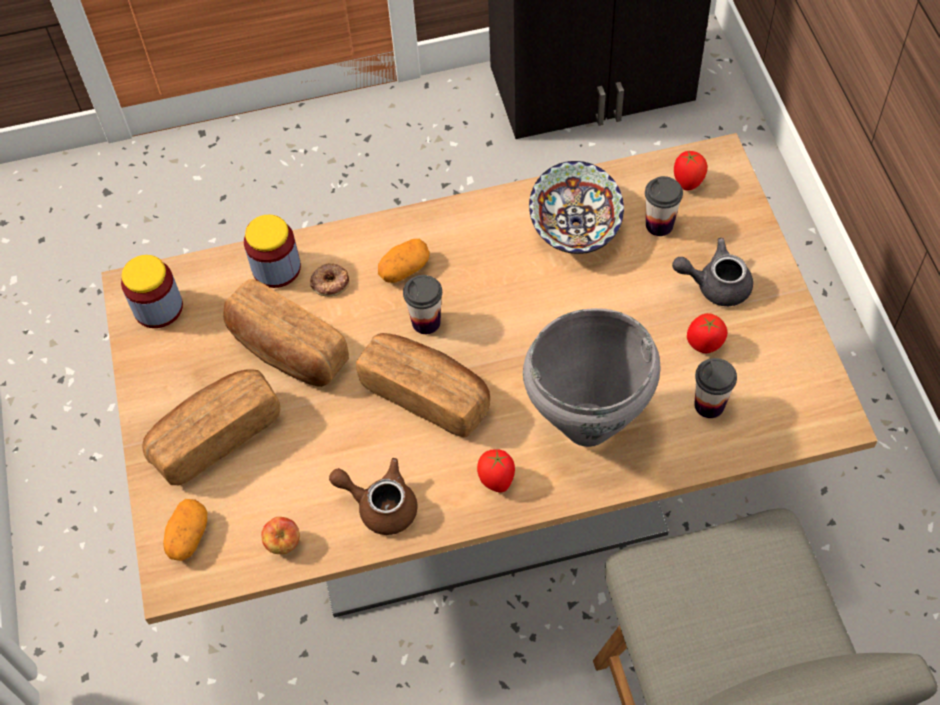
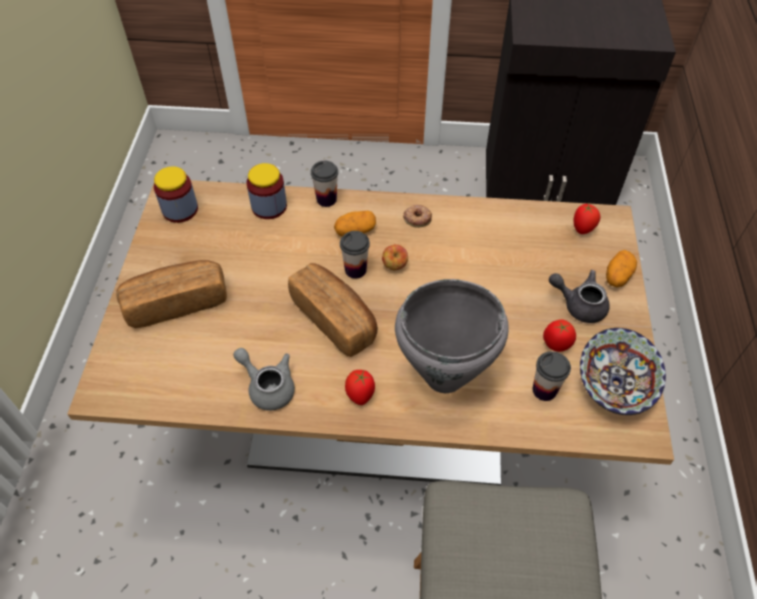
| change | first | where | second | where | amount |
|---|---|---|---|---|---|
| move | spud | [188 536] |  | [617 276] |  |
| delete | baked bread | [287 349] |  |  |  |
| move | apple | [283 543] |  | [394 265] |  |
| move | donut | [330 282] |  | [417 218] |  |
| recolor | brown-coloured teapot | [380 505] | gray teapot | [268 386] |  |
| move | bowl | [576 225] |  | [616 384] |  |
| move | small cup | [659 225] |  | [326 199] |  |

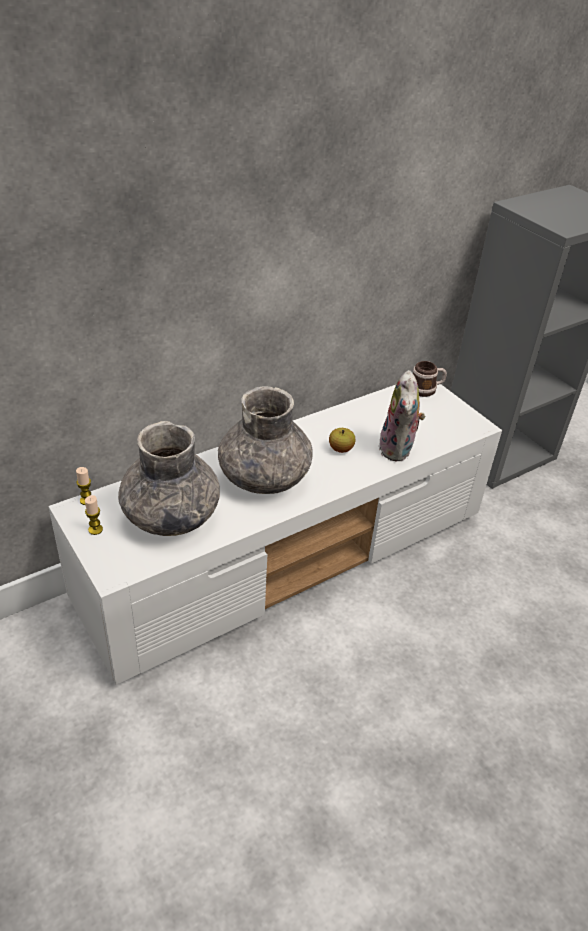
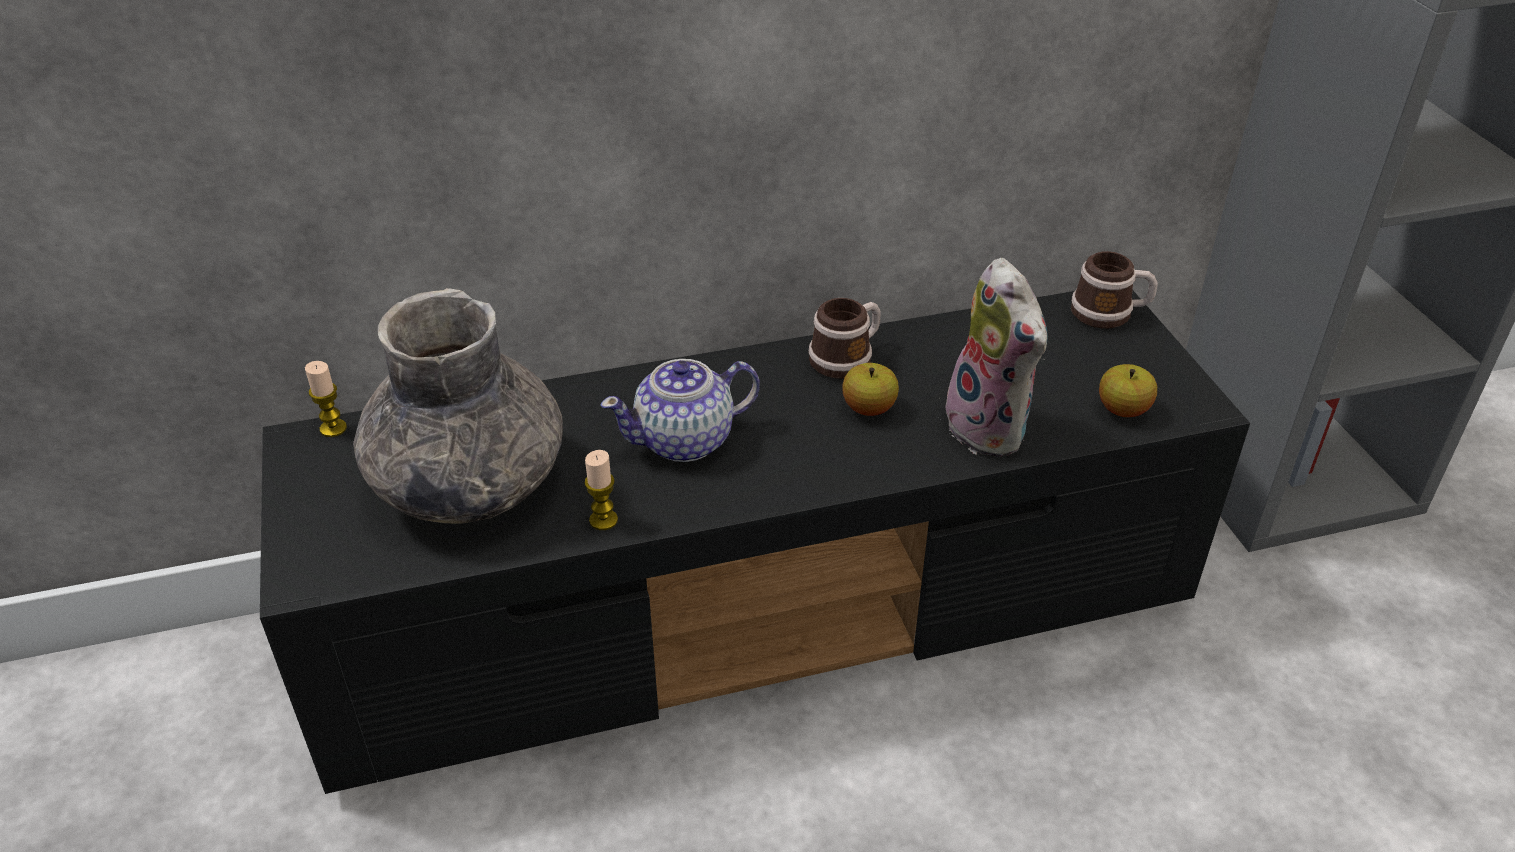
| change | first | where | second | where | amount |
|---|---|---|---|---|---|
| recolor | whitish tv unit | [289 554] | black tv unit | [762 609] |  |
| move | wax candle | [95 529] |  | [603 520] |  |
| replace | gray flower vase | [264 477] | teapot | [686 440] |  |
| rotate | soft toy | [398 449] |  | [992 428] | 45 degrees counterclockwise |
| insert |  |  | tea mug | [847 357] |  |
| insert |  |  | apple | [1123 410] |  |

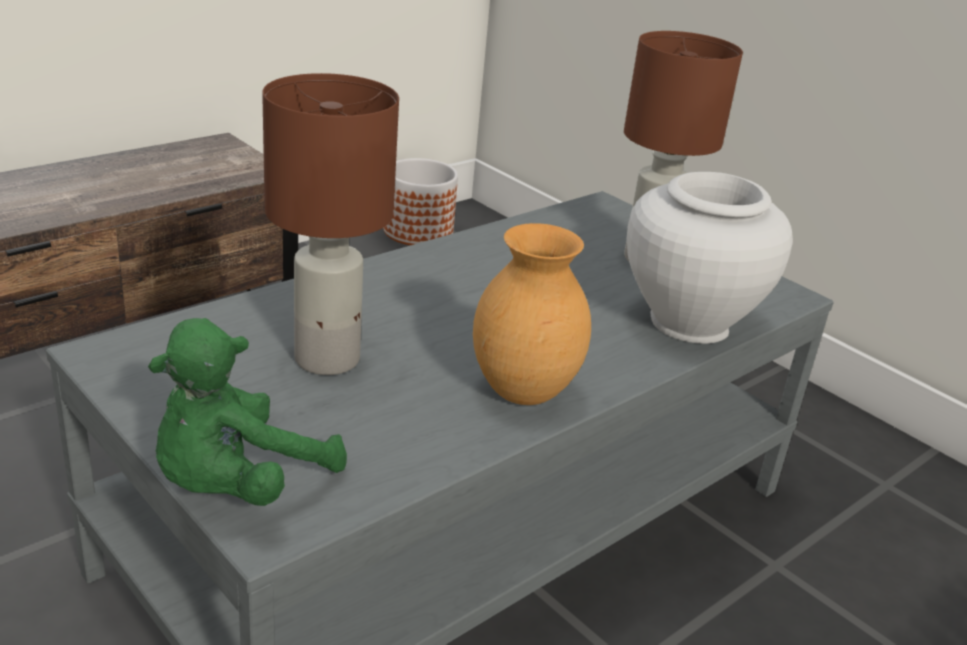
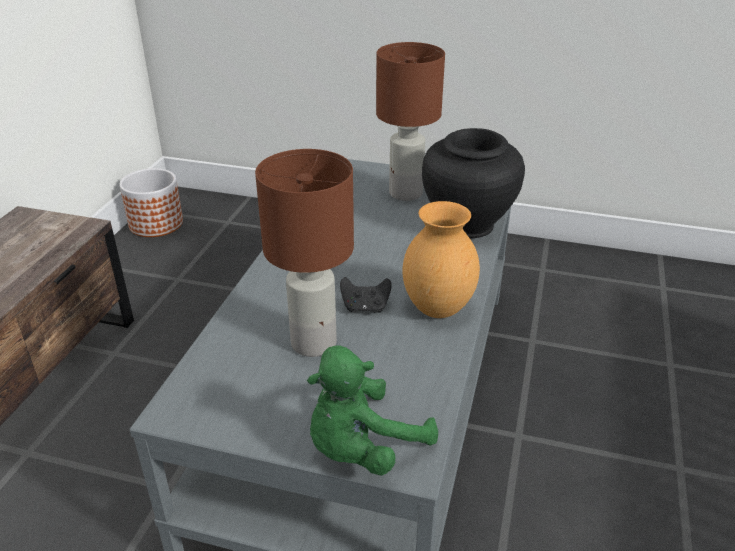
| change | first | where | second | where | amount |
|---|---|---|---|---|---|
| rotate | green soft toy | [237 485] |  | [363 448] | 45 degrees clockwise |
| recolor | whitish flower vase | [688 323] | black flower vase | [467 225] |  |
| insert |  |  | black game controller | [365 307] |  |

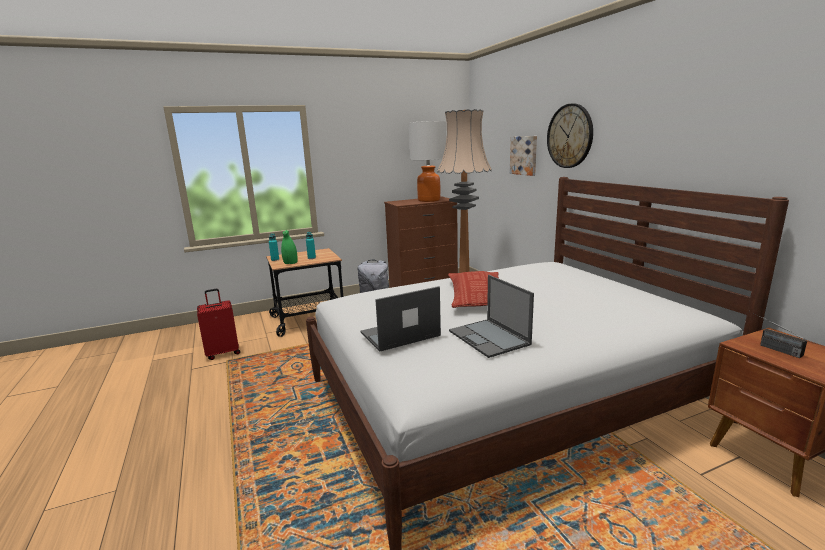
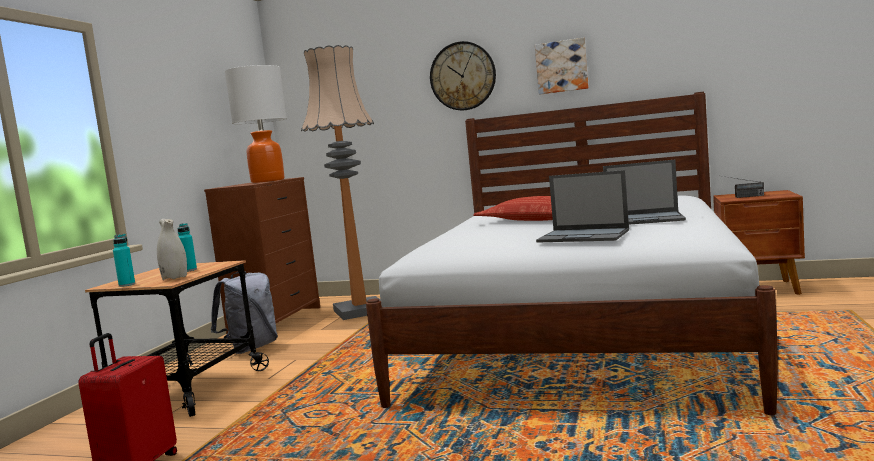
| change | first | where | second | where | amount |
|---|---|---|---|---|---|
| recolor | green flower vase | [290 263] | whitish flower vase | [175 278] |  |
| rotate | portable computer | [399 334] |  | [584 236] | 75 degrees counterclockwise |
| move | picture | [524 155] |  | [561 66] |  |

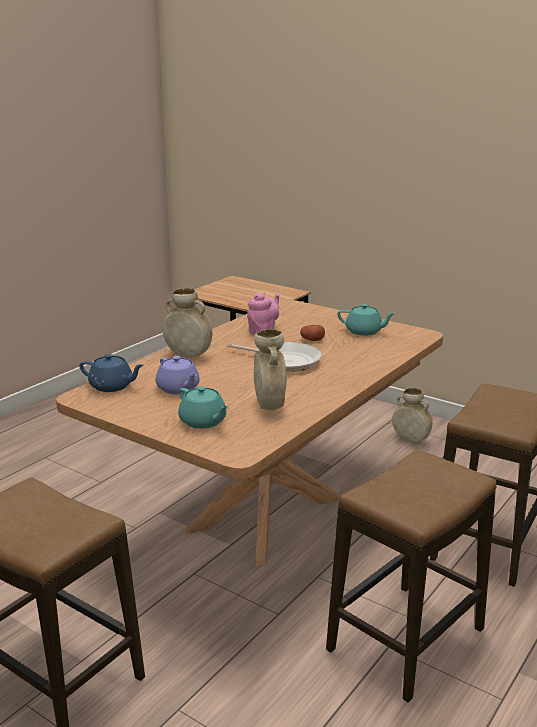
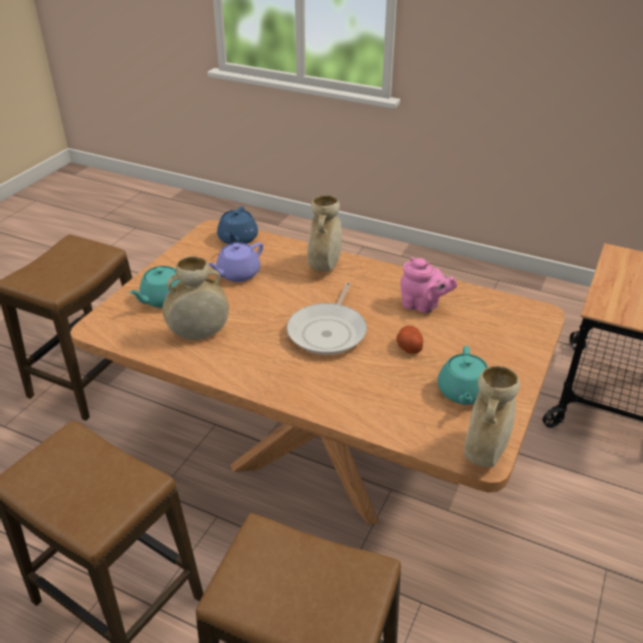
| change | first | where | second | where | amount |
|---|---|---|---|---|---|
| move | beige flower vase | [411 440] |  | [485 454] |  |

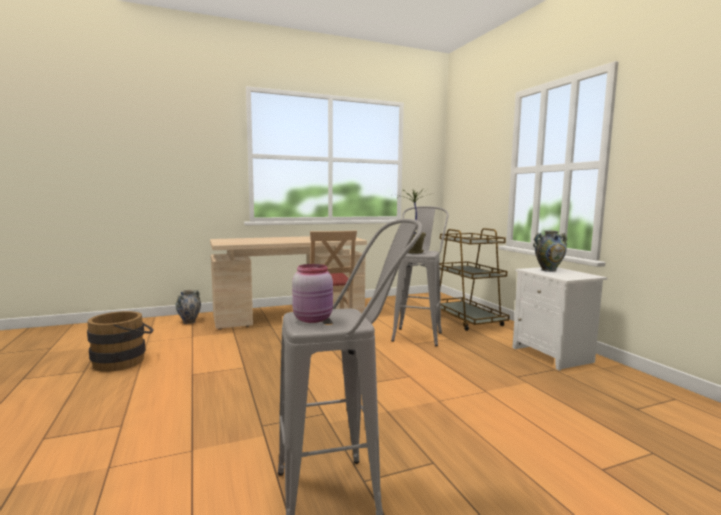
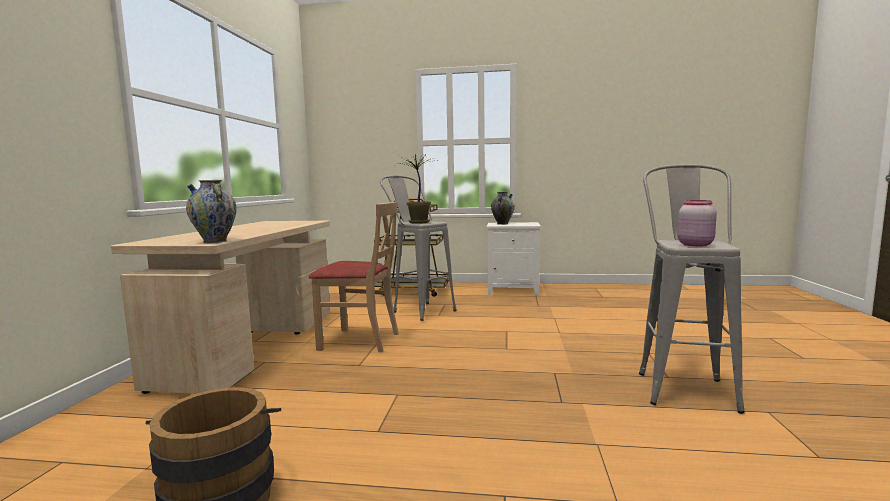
| change | first | where | second | where | amount |
|---|---|---|---|---|---|
| move | flower vase | [189 322] |  | [215 241] |  |

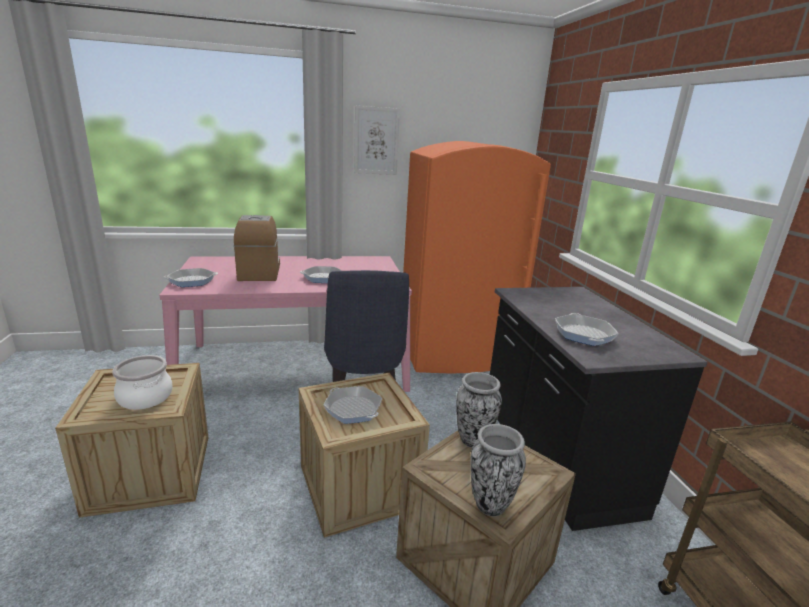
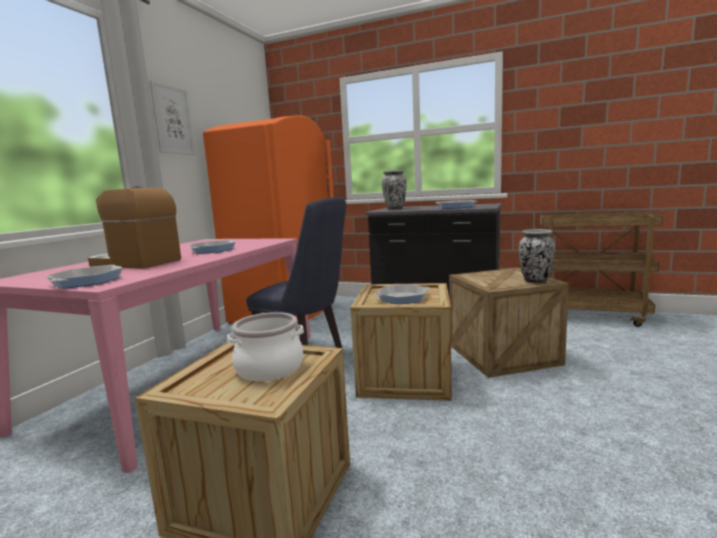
| change | first | where | second | where | amount |
|---|---|---|---|---|---|
| move | flower vase | [473 440] |  | [395 209] |  |

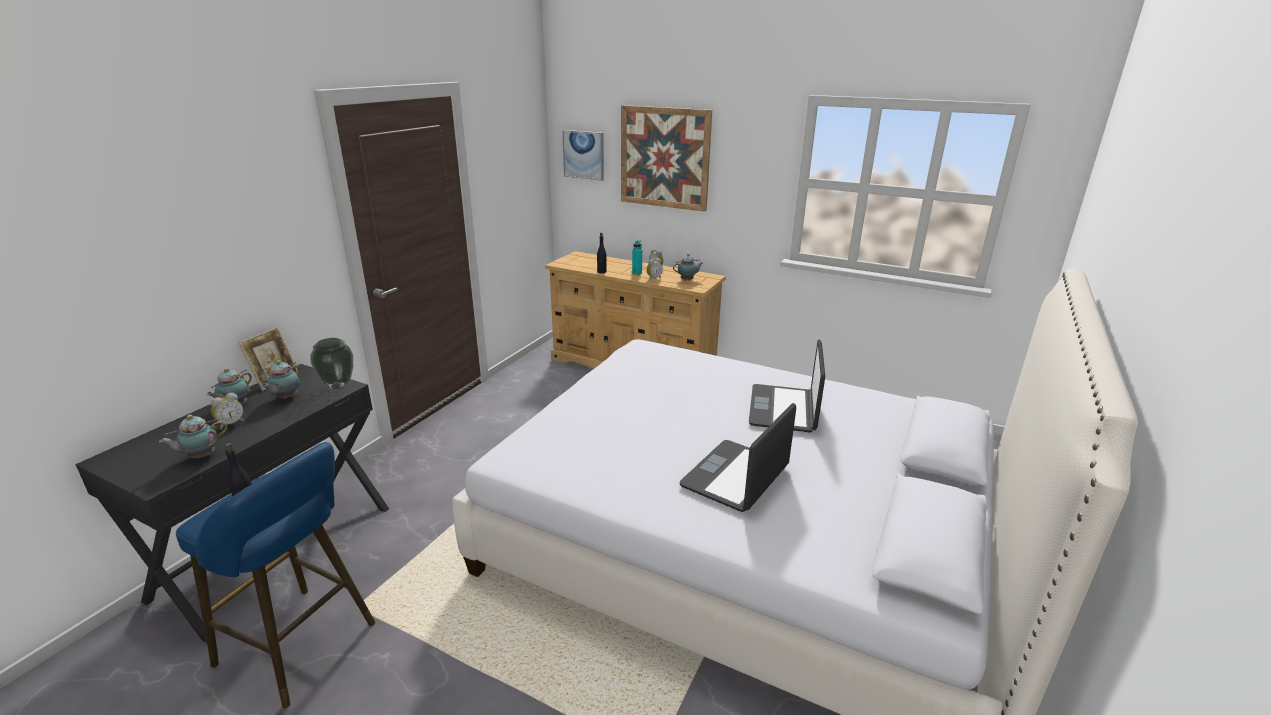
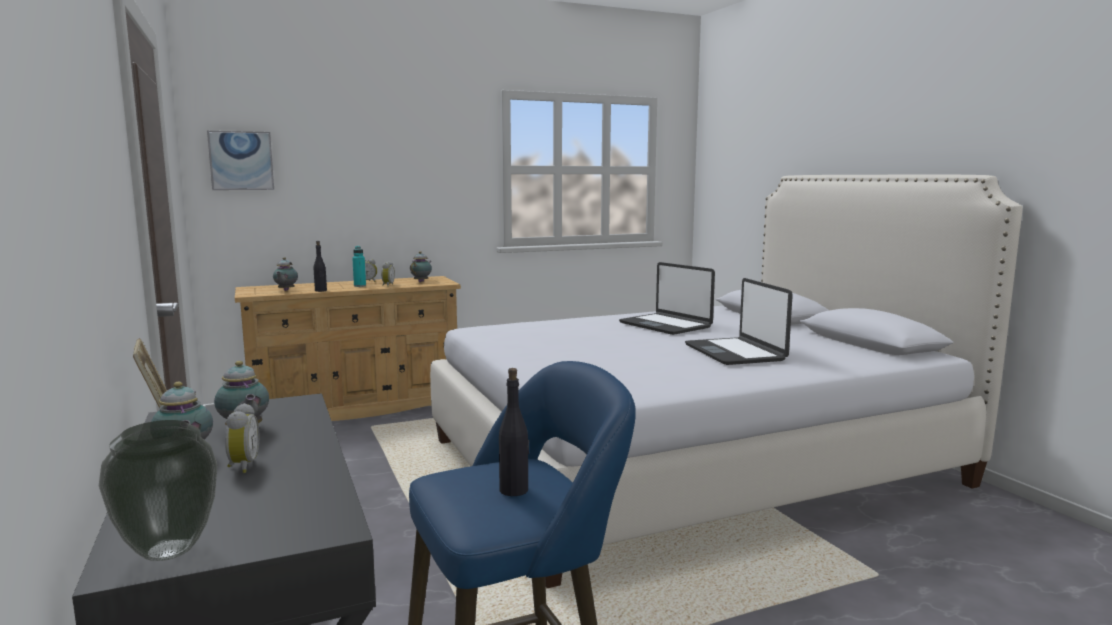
| change | first | where | second | where | amount |
|---|---|---|---|---|---|
| move | teapot | [200 456] |  | [285 290] |  |
| move | flower vase | [337 386] |  | [167 552] |  |
| delete | picture | [664 158] |  |  |  |

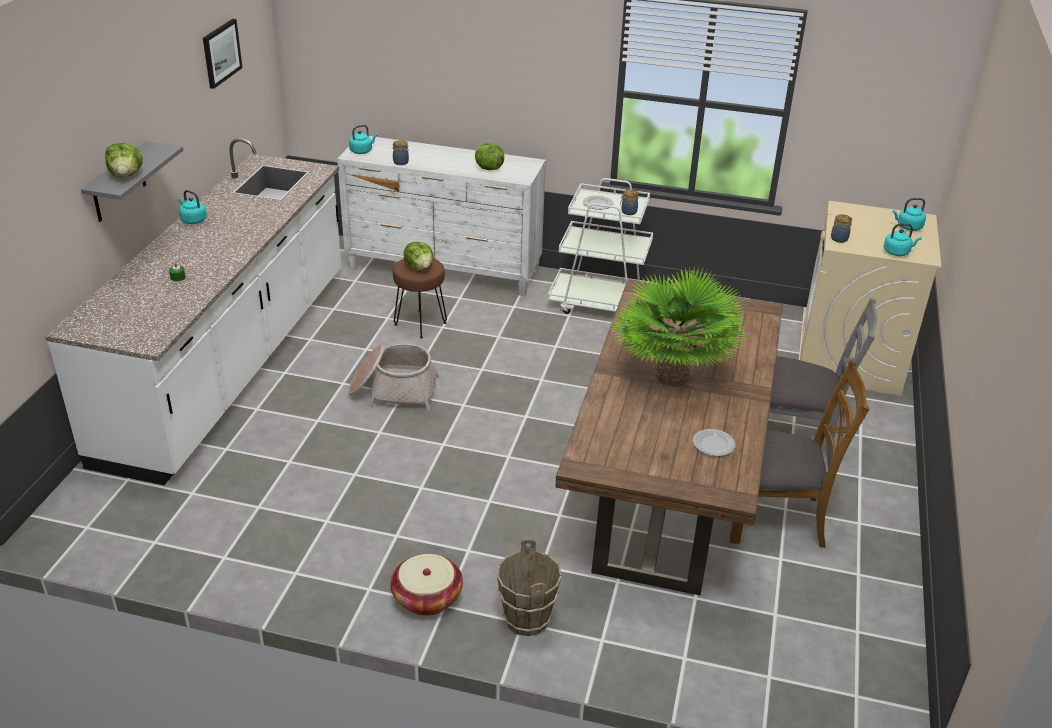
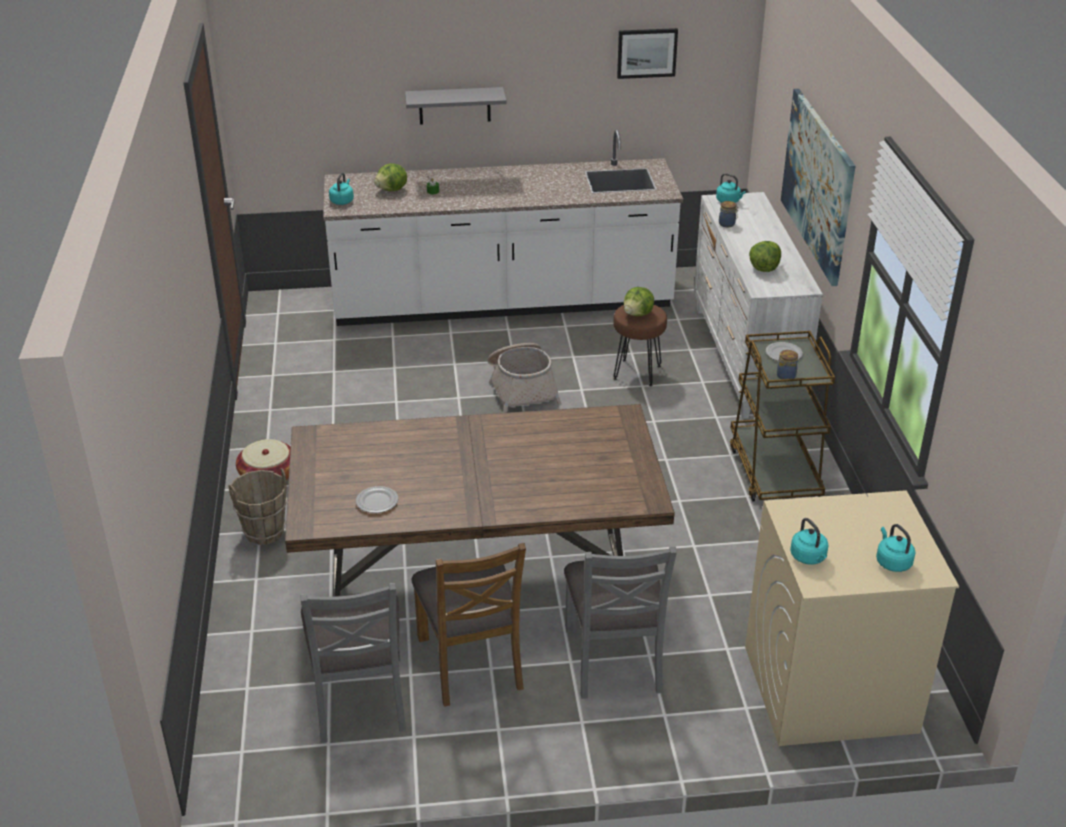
| change | first | where | second | where | amount |
|---|---|---|---|---|---|
| move | head of lettuce | [126 175] |  | [392 190] |  |
| move | blue-green water kettle | [193 220] |  | [342 201] |  |
| recolor | whitish cart | [602 304] | brown-coloured cart | [774 471] |  |
| delete | potted plant | [672 376] |  |  |  |
| delete | storage jar | [838 239] |  |  |  |
| insert |  |  | gray plain chair | [359 698] |  |
| insert |  |  | picture | [817 184] |  |

